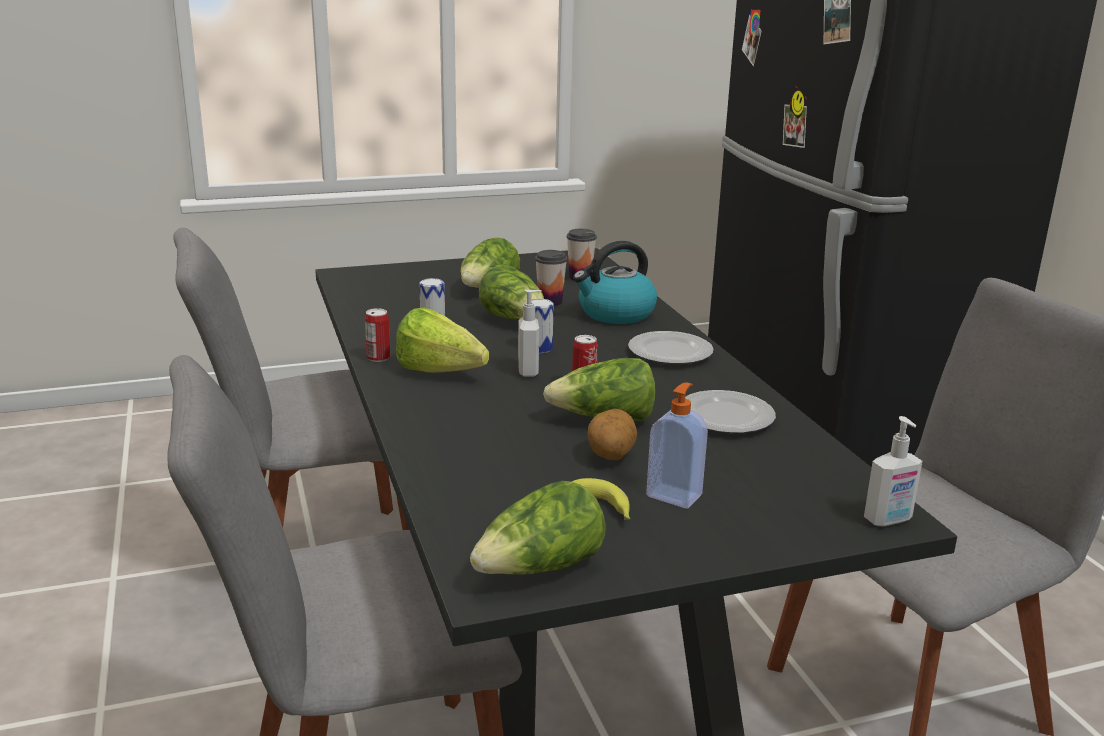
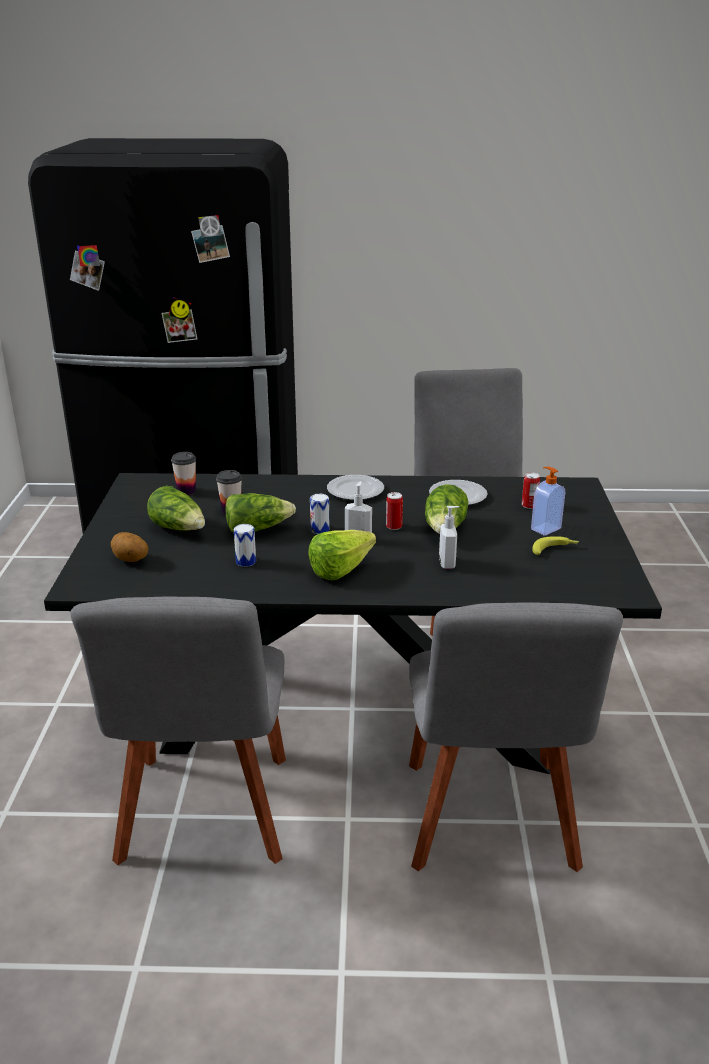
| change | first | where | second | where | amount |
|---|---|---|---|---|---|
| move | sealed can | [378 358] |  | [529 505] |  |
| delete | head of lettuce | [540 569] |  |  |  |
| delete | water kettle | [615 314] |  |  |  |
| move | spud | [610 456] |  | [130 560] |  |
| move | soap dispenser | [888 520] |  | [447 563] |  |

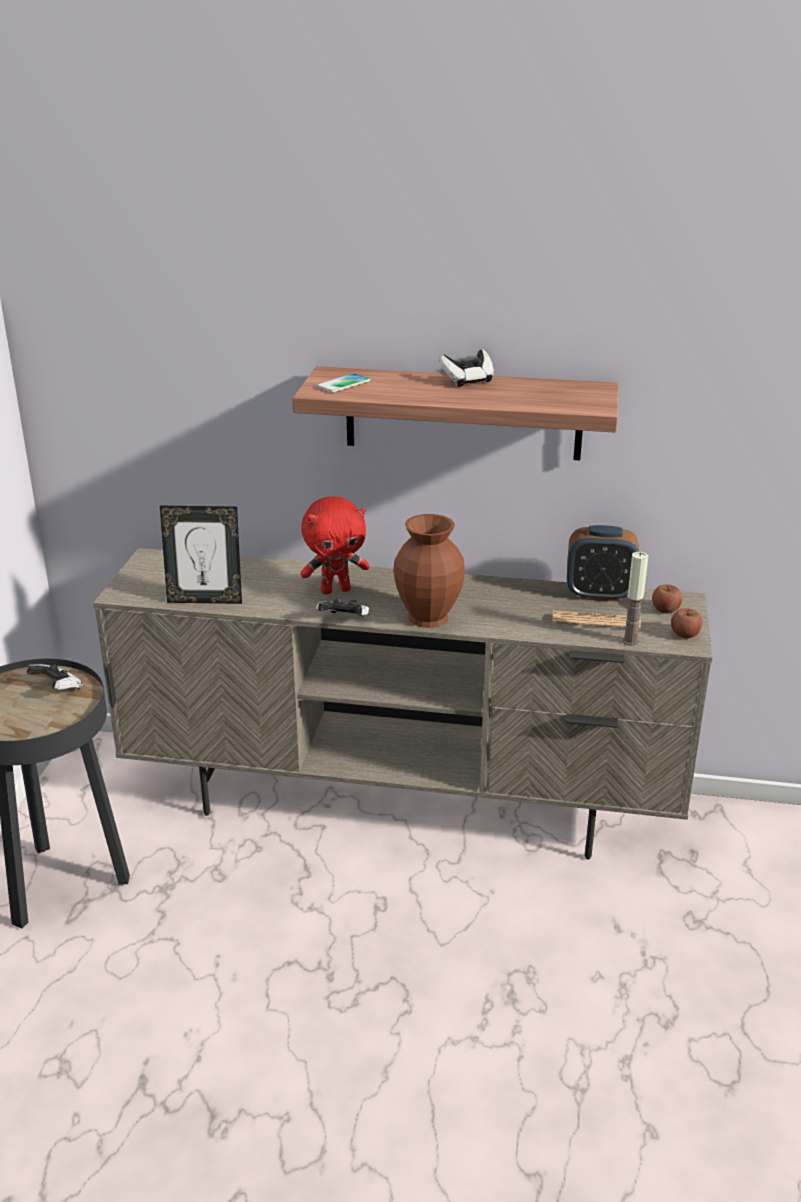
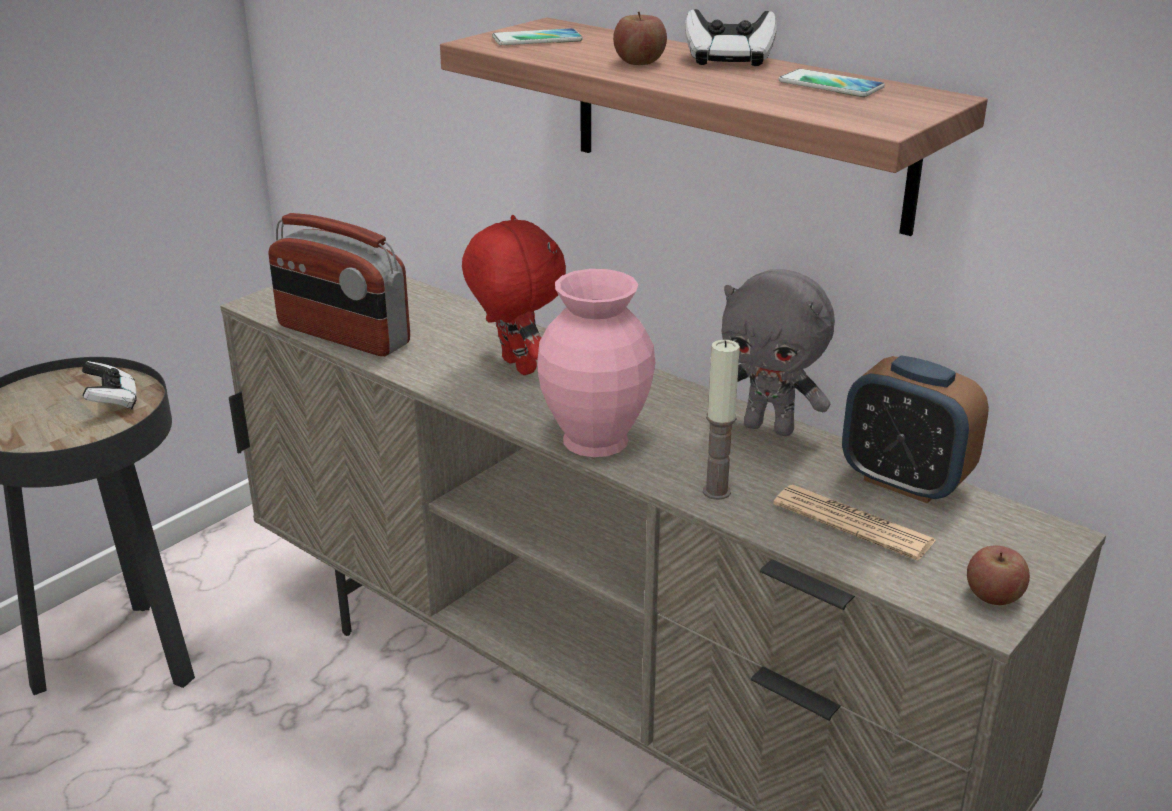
| change | first | where | second | where | amount |
|---|---|---|---|---|---|
| replace | photo frame | [205 600] | radio | [342 335] |  |
| rotate | red-coloured soft toy | [336 590] |  | [515 366] | 135 degrees counterclockwise |
| delete | game controller | [344 620] |  |  |  |
| recolor | brown-coloured flower vase | [426 617] | pinkish flower vase | [593 439] |  |
| move | wax candle | [630 641] |  | [716 492] |  |
| move | apple | [665 609] |  | [639 62] |  |
| insert |  |  | gray soft toy | [770 428] |  |
| insert |  |  | telephone | [830 85] |  |

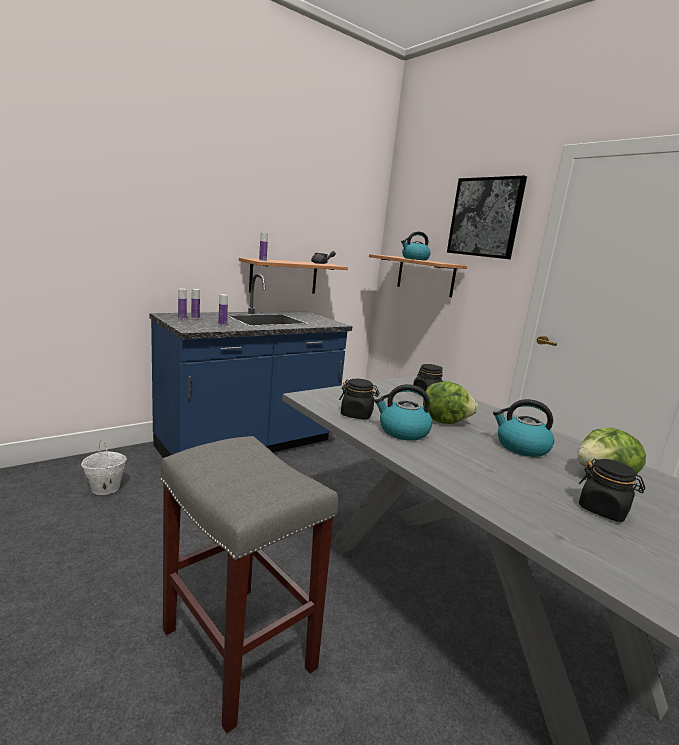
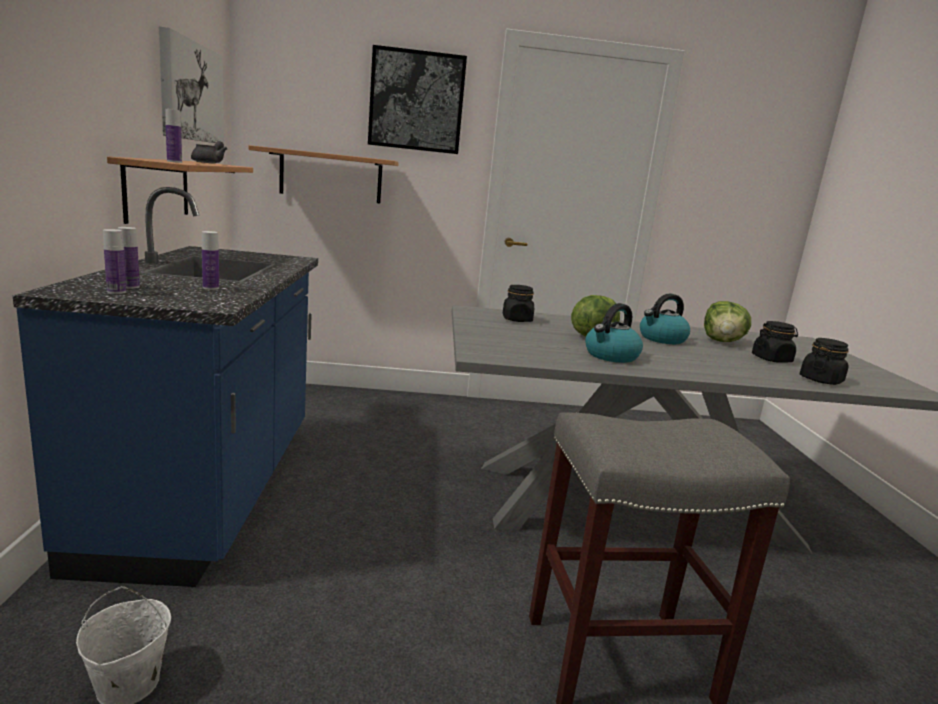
| change | first | where | second | where | amount |
|---|---|---|---|---|---|
| move | black storage jar | [357 414] |  | [821 380] |  |
| delete | water kettle | [414 259] |  |  |  |
| insert |  |  | picture | [190 92] |  |

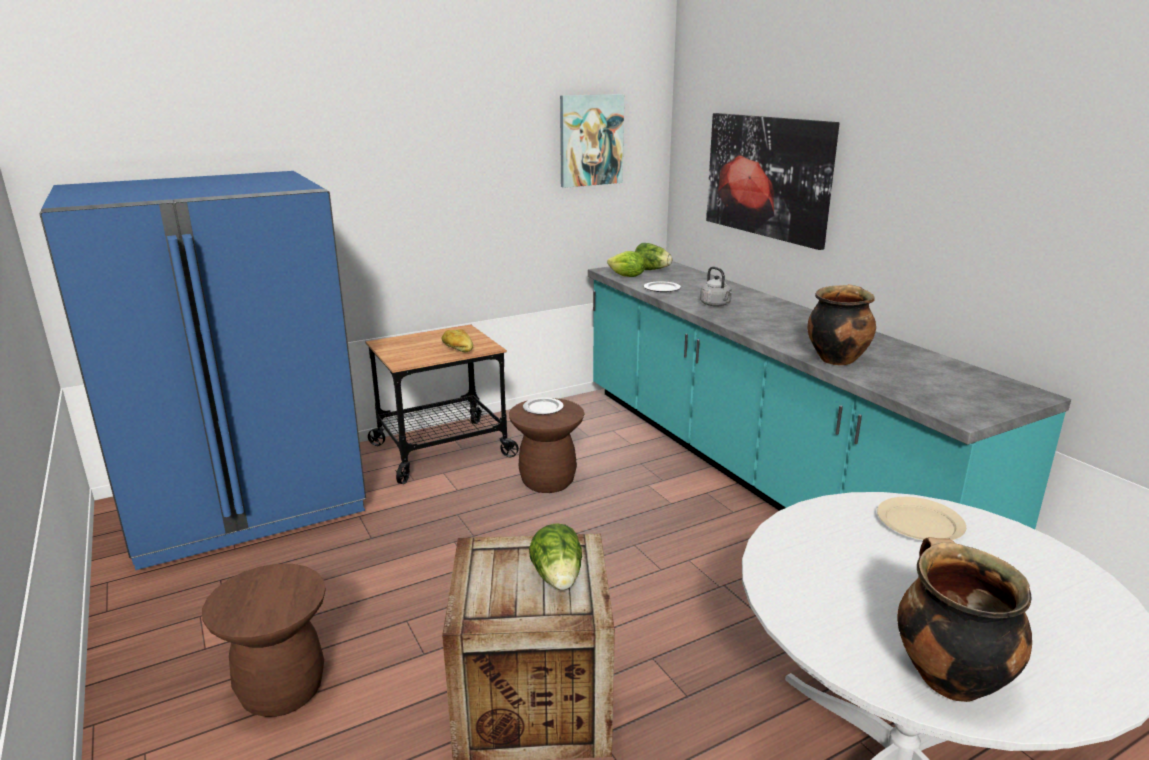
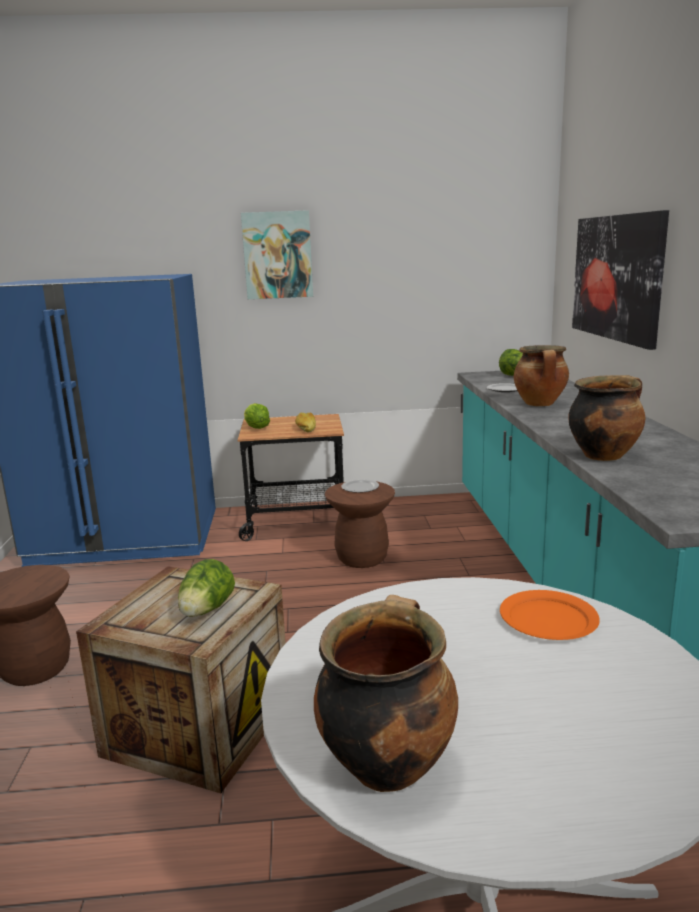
| change | first | where | second | where | amount |
|---|---|---|---|---|---|
| move | picture | [590 140] |  | [277 255] |  |
| move | head of lettuce | [627 277] |  | [256 428] |  |
| replace | gray water kettle | [716 305] | stockpot | [540 404] |  |
| recolor | beige plate | [919 523] | orange plate | [547 619] |  |

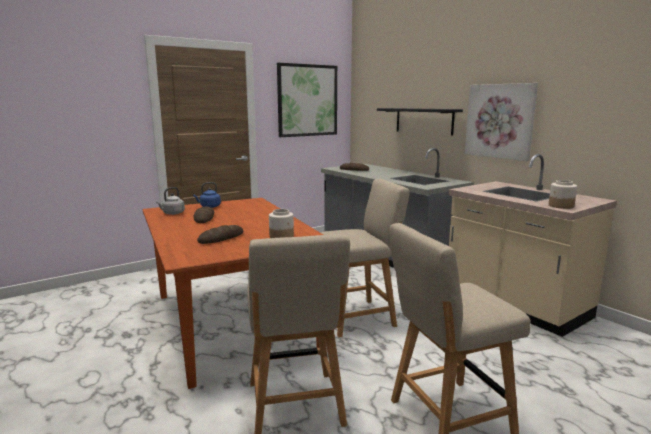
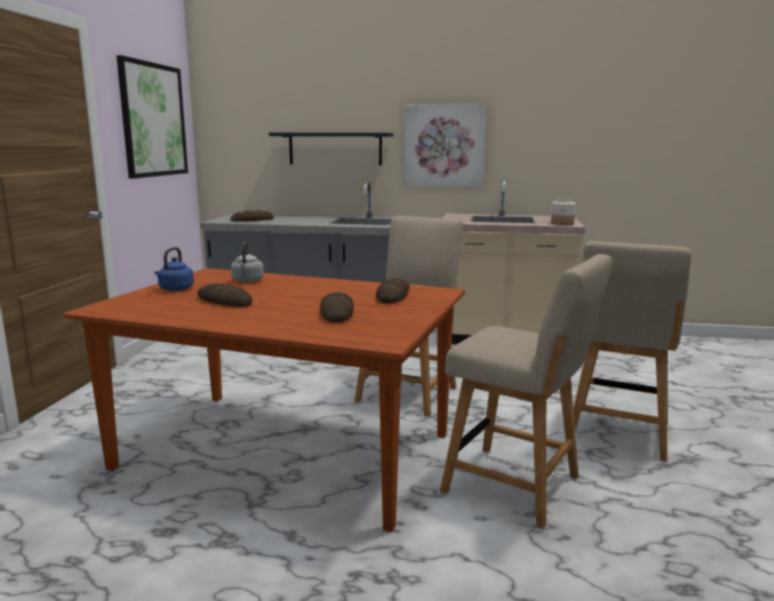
| change | first | where | second | where | amount |
|---|---|---|---|---|---|
| move | gray water kettle | [172 213] |  | [247 281] |  |
| replace | storage jar | [282 236] | baked bread | [393 296] |  |

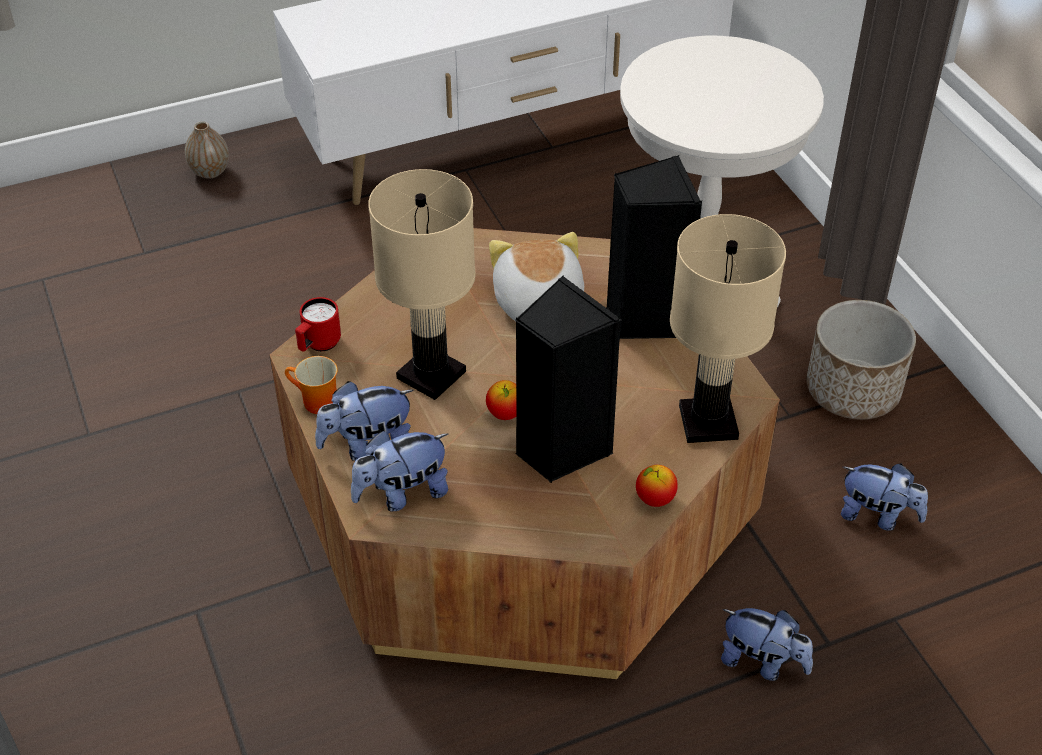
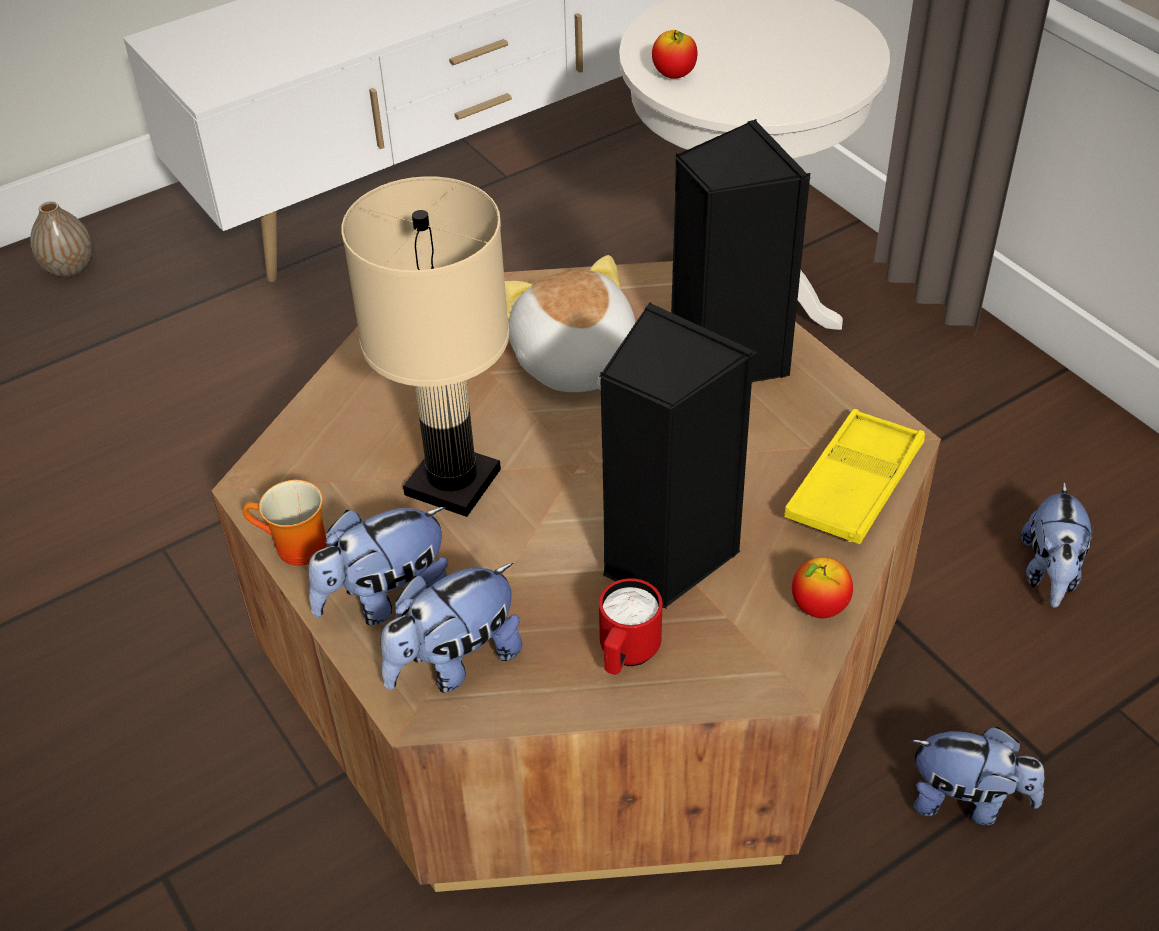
| change | first | where | second | where | amount |
|---|---|---|---|---|---|
| move | red-coloured tea mug | [318 345] |  | [626 655] |  |
| move | apple | [505 414] |  | [674 75] |  |
| replace | beige table lamp | [707 422] | yellow-coloured tray | [854 485] |  |
| delete | planter | [853 390] |  |  |  |
| rotate | soft toy | [877 515] |  | [1050 573] | 90 degrees clockwise |

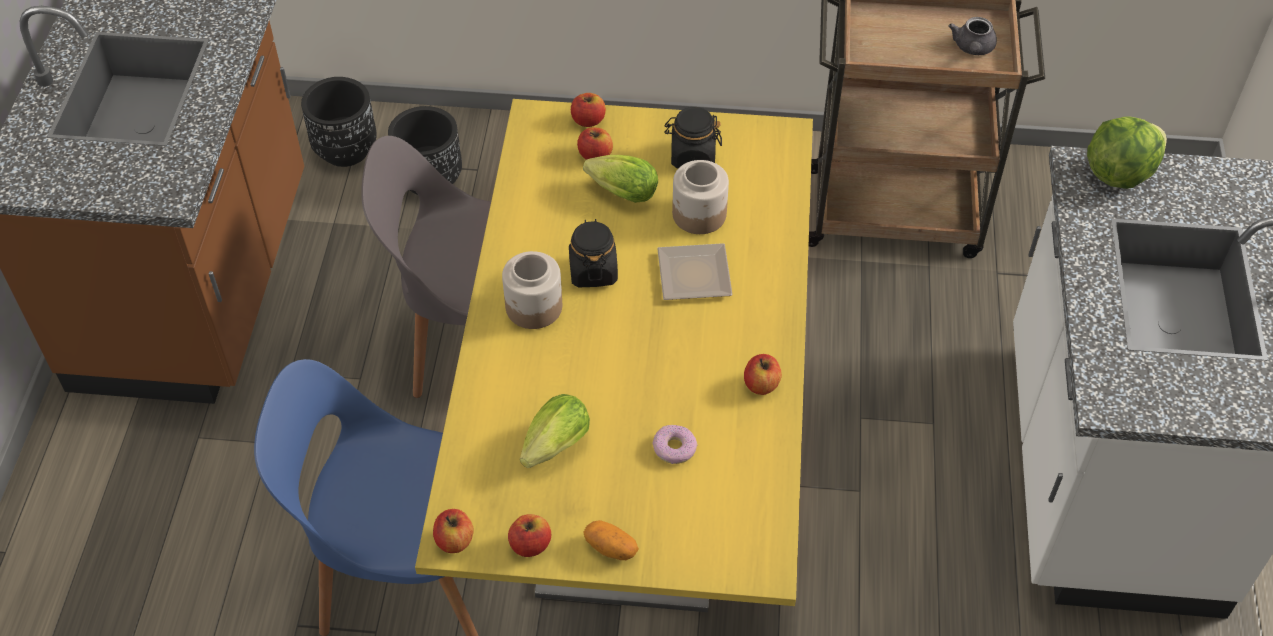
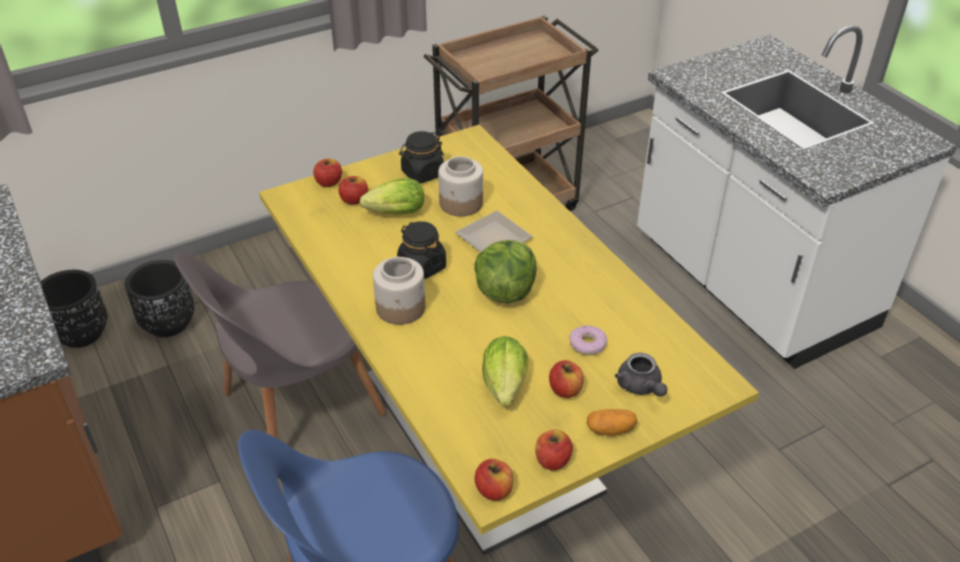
| change | first | where | second | where | amount |
|---|---|---|---|---|---|
| move | apple | [761 384] |  | [565 390] |  |
| move | gray teapot | [972 49] |  | [640 387] |  |
| move | head of lettuce | [1118 173] |  | [505 291] |  |

